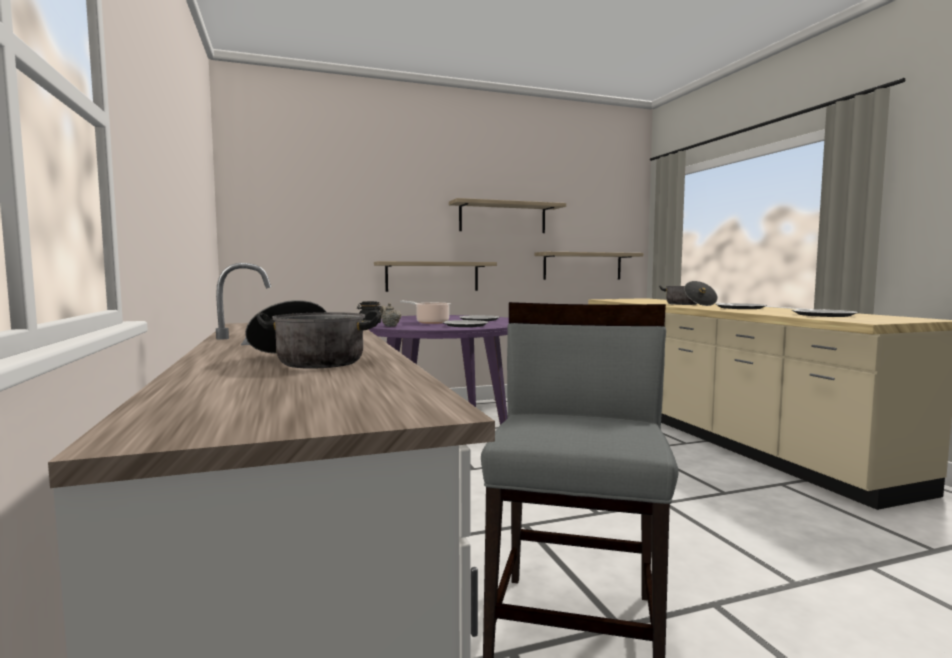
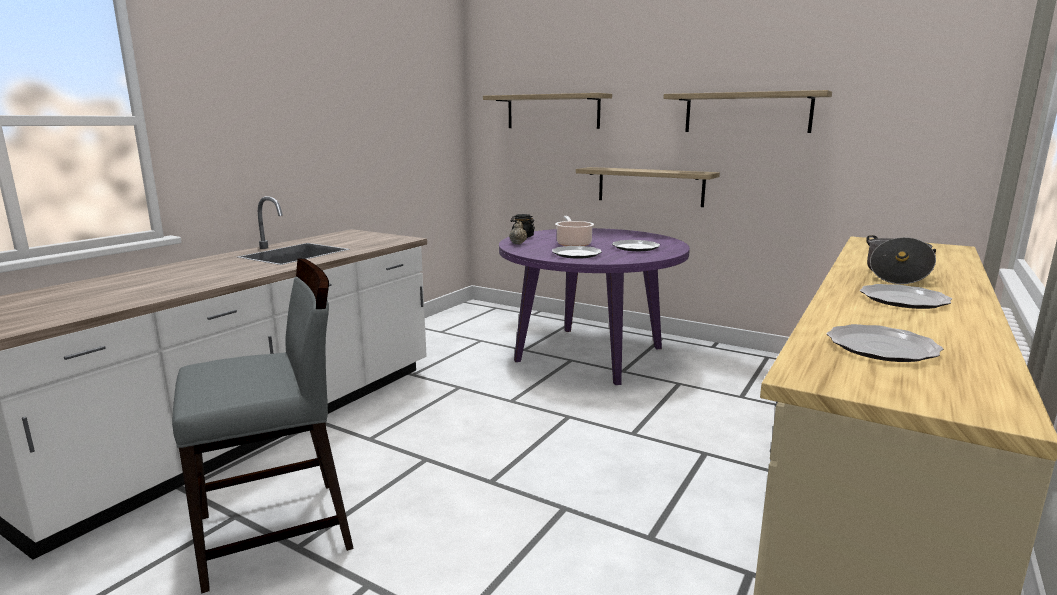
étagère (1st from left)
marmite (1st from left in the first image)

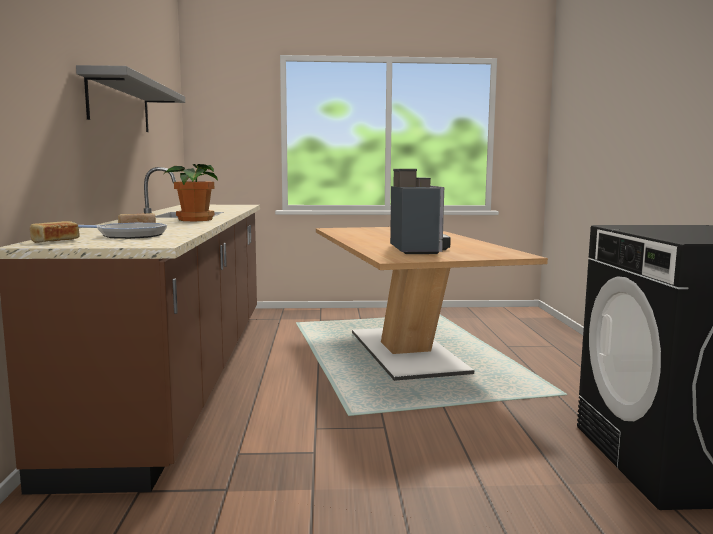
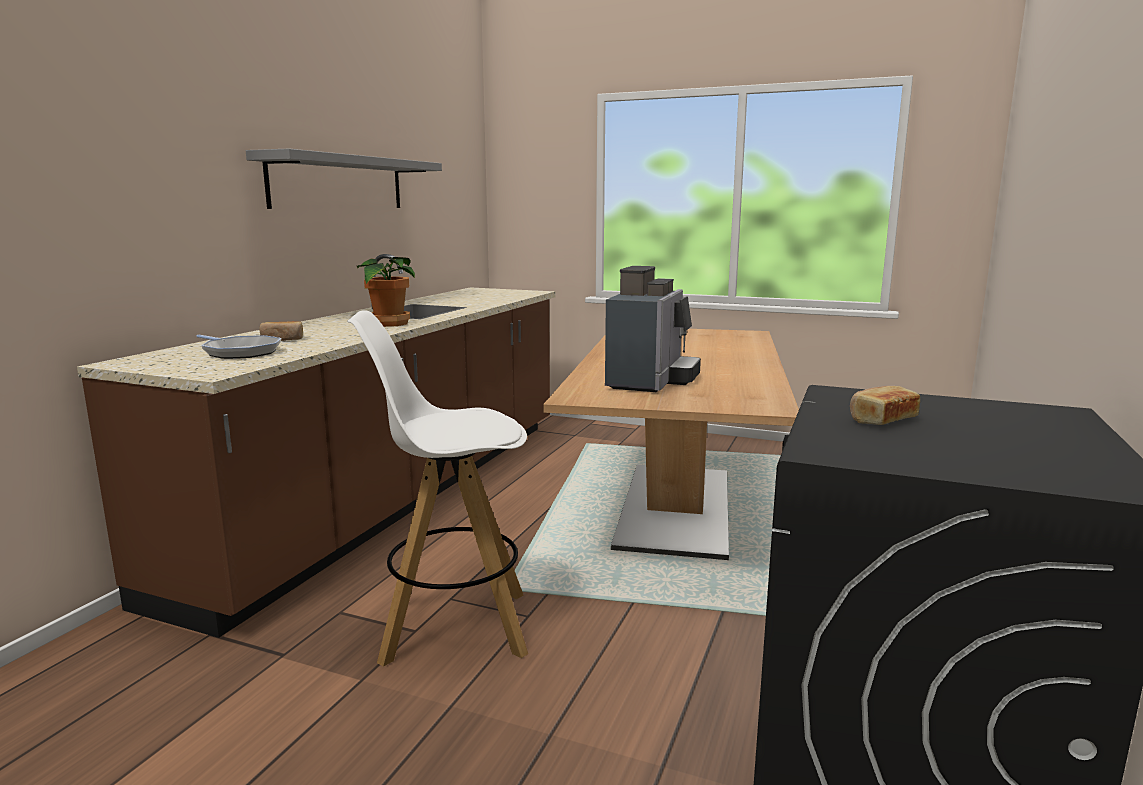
tabouret (blanc)
pain (2nd from left)

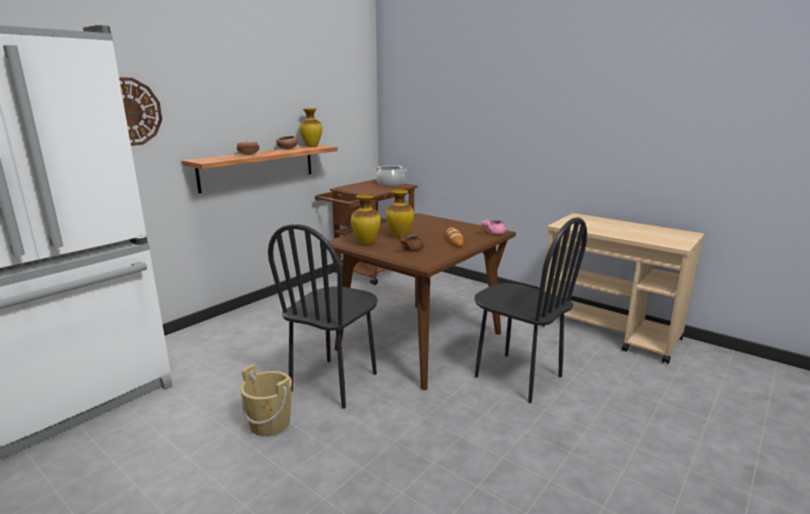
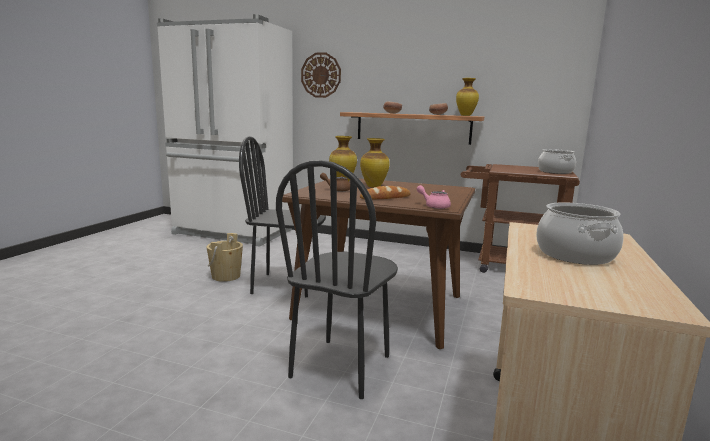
marmite (2nd from left)

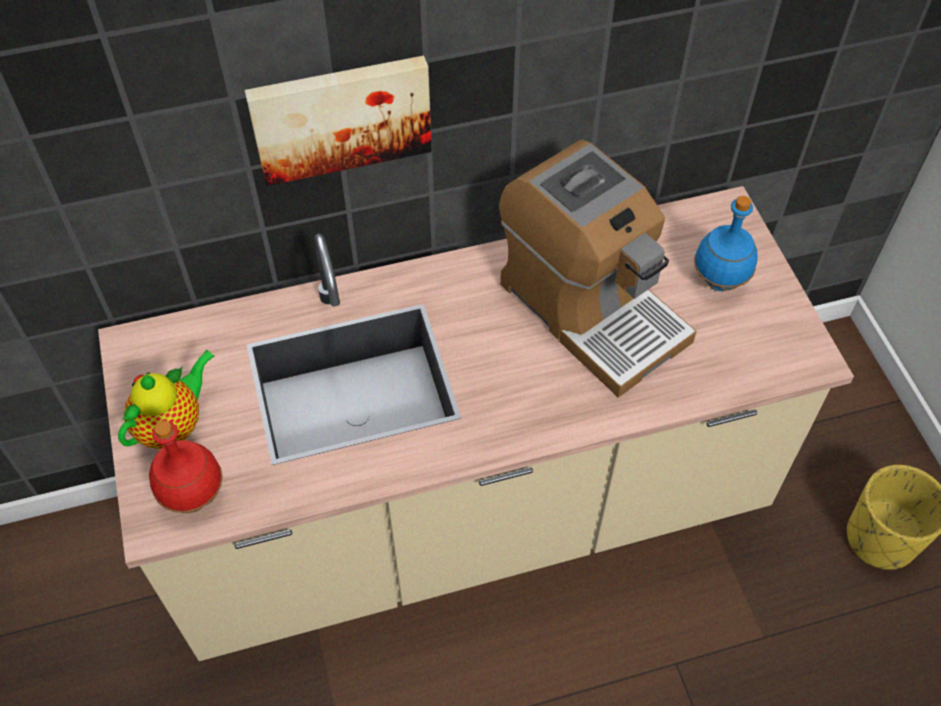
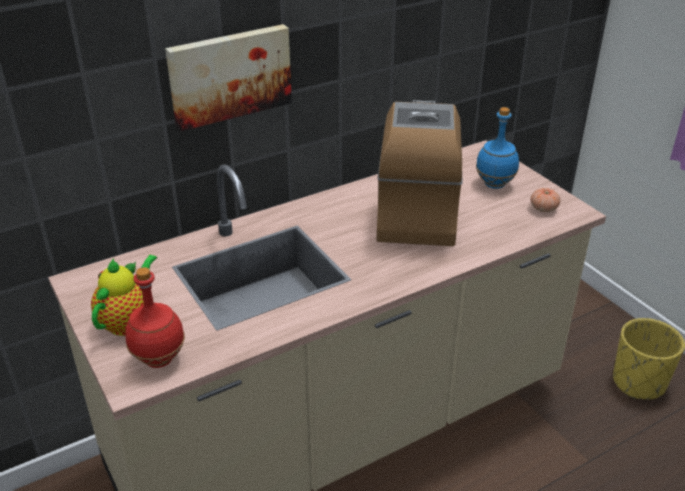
machine à café
tomate

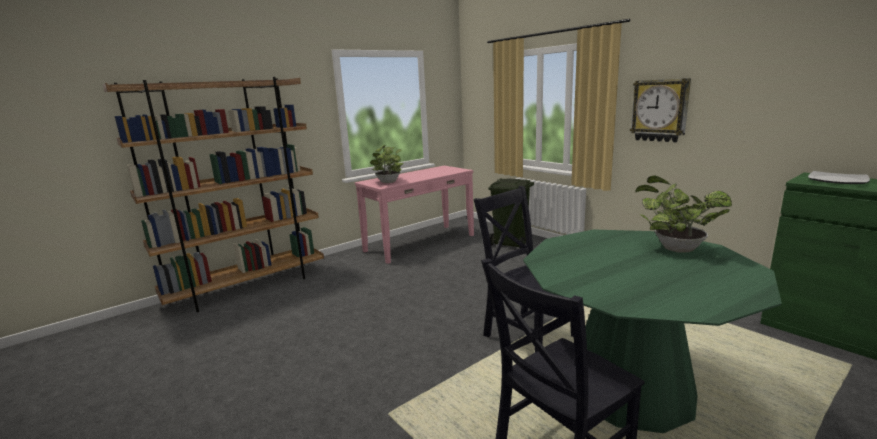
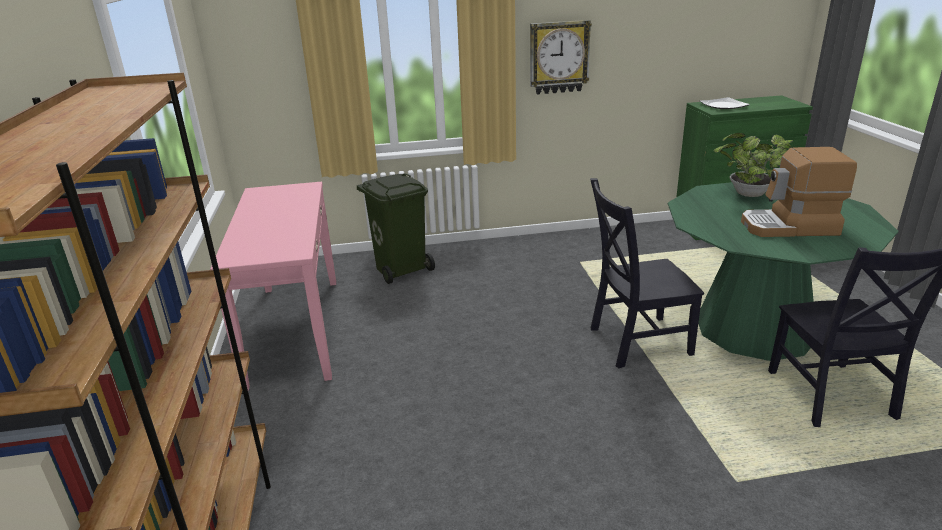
machine à café
plante en pot (1st from left in the first image)

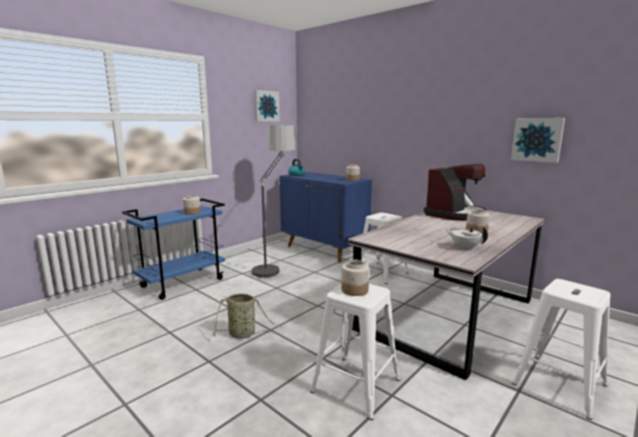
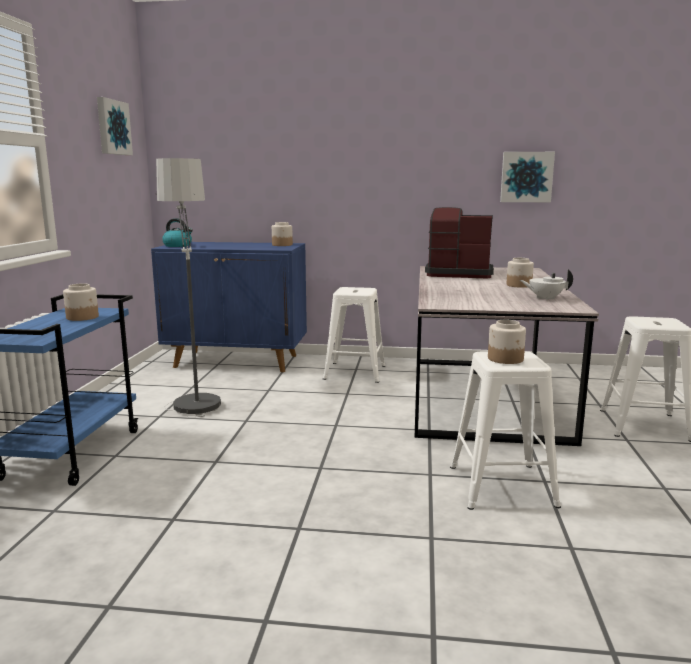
machine à café
panier

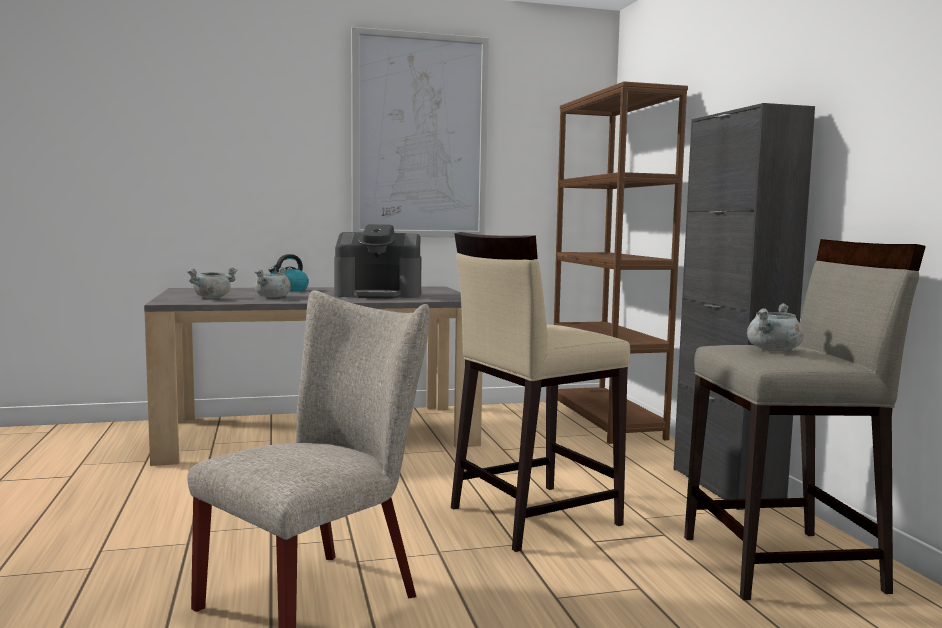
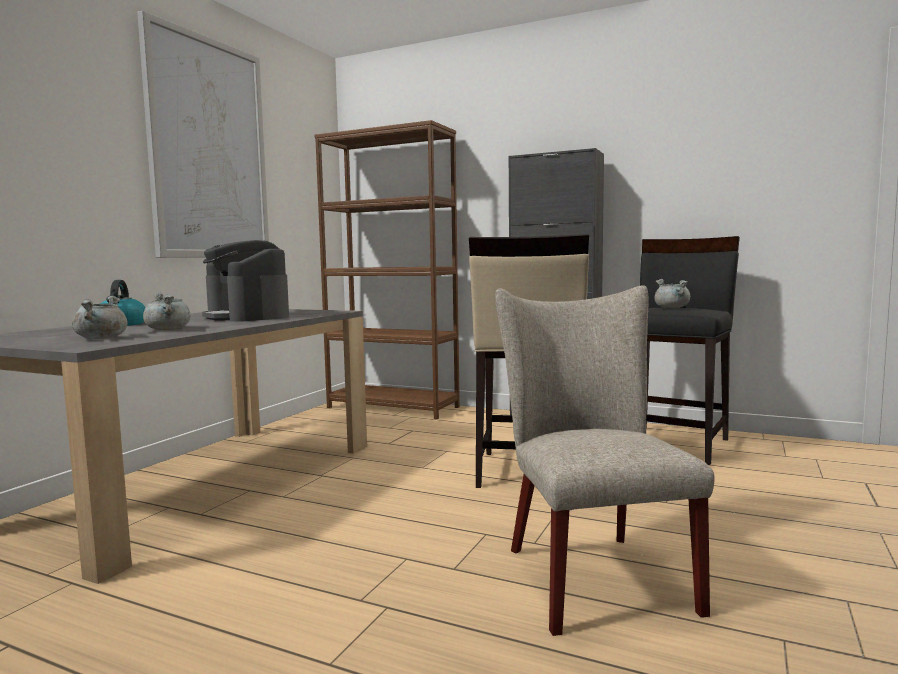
machine à café
tabouret (noir)

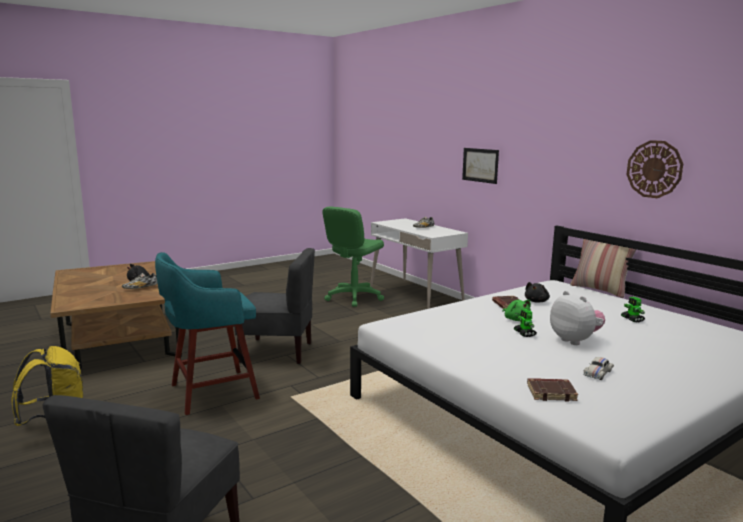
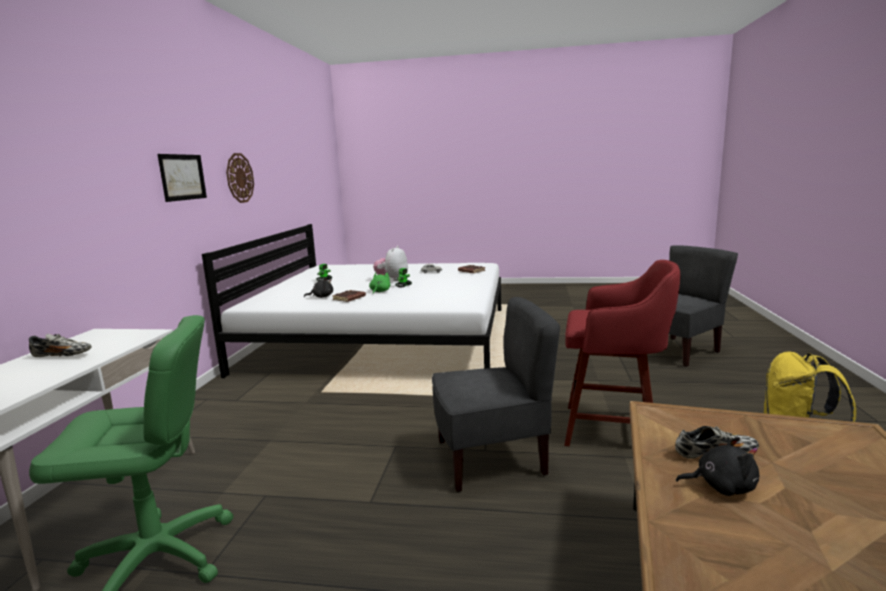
tableau
chaise (gris) (1st from left)
tabouret (rouge)
coussin

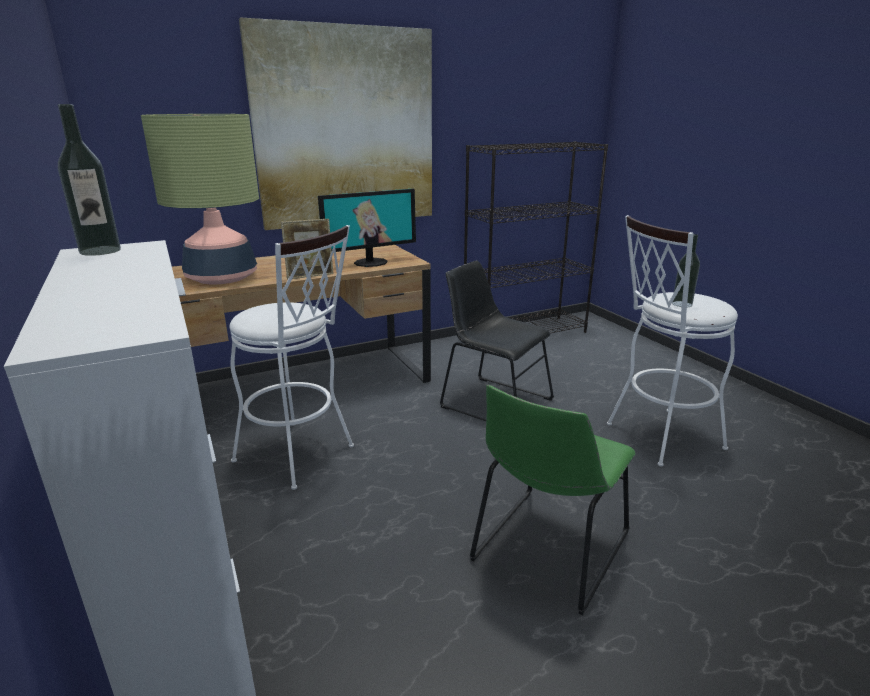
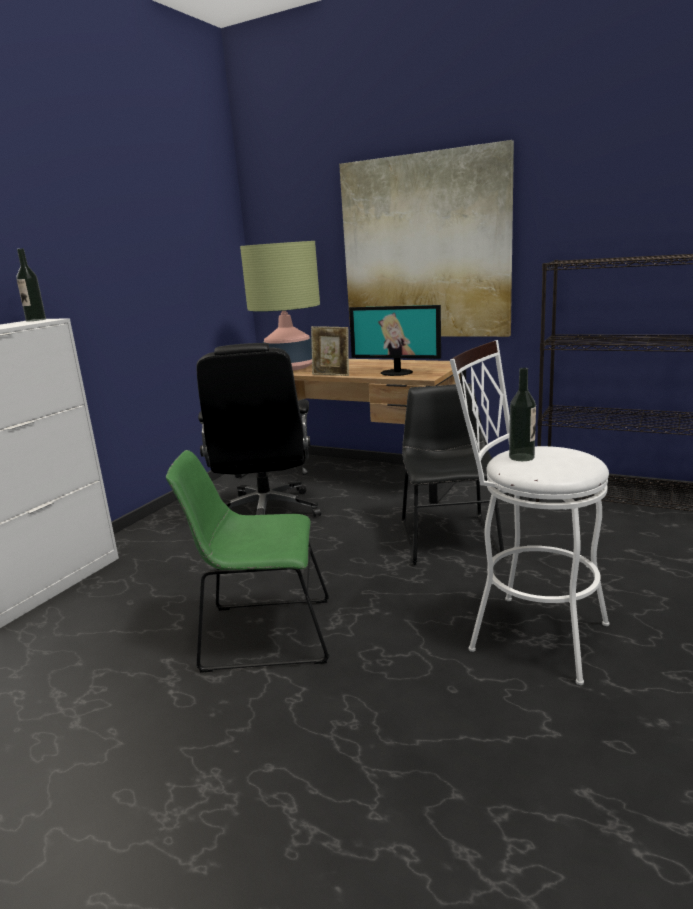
chaise de bureau (noir)

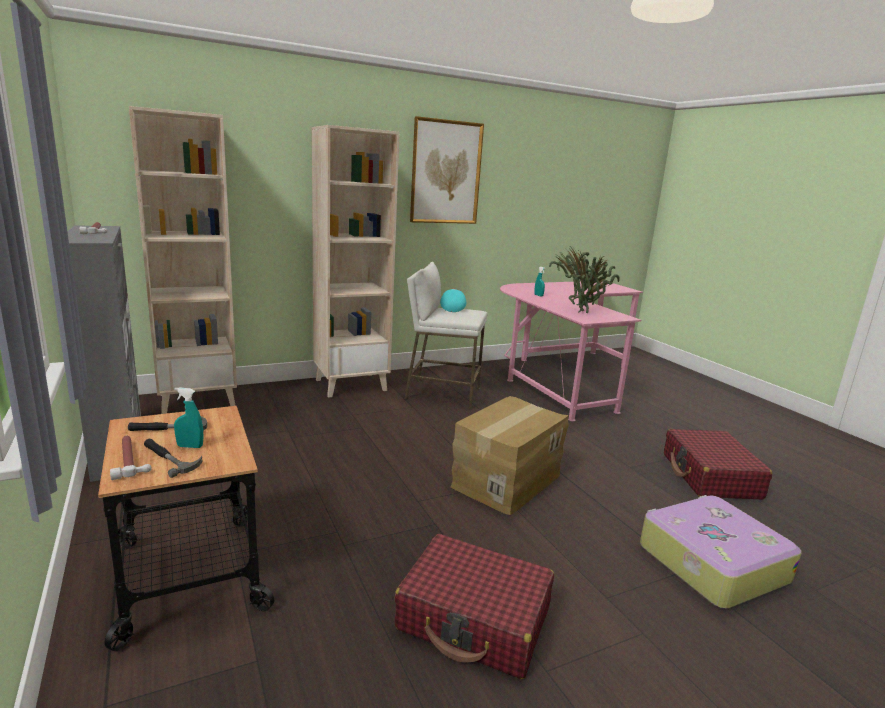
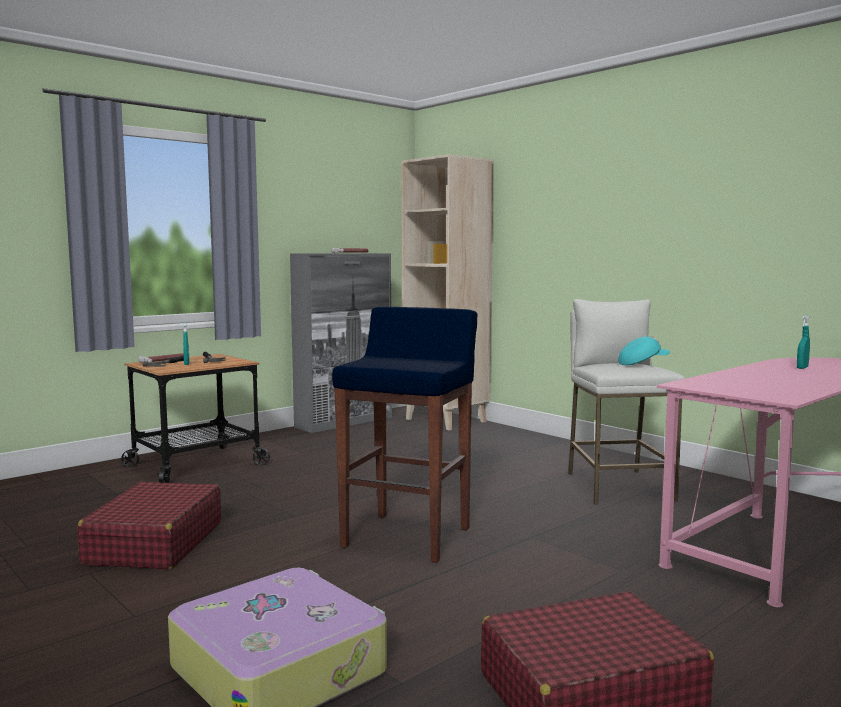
tabouret (bleu)
bibliothèque (beige) (2nd from left in the first image)
tableau
plante en pot

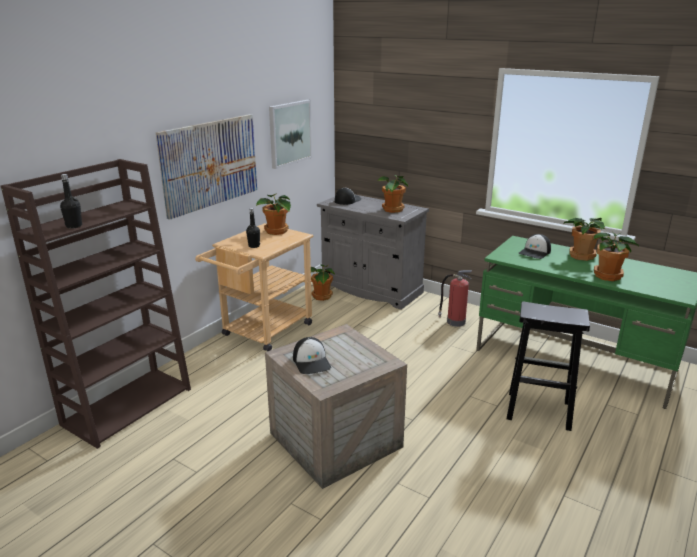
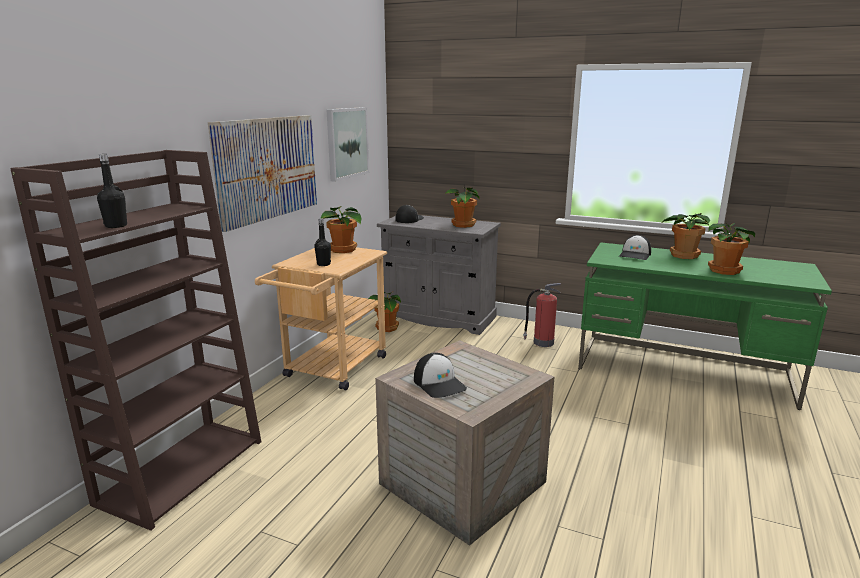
tabouret (noir)

